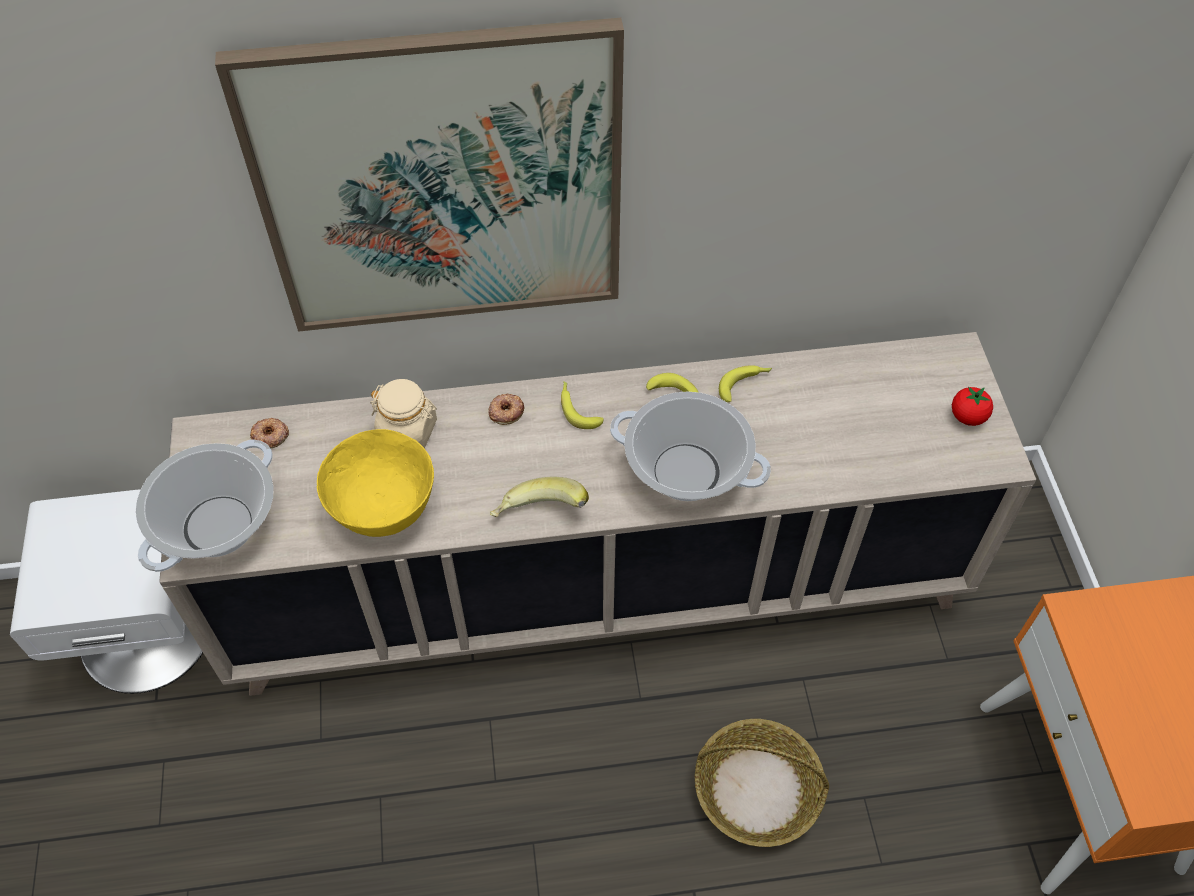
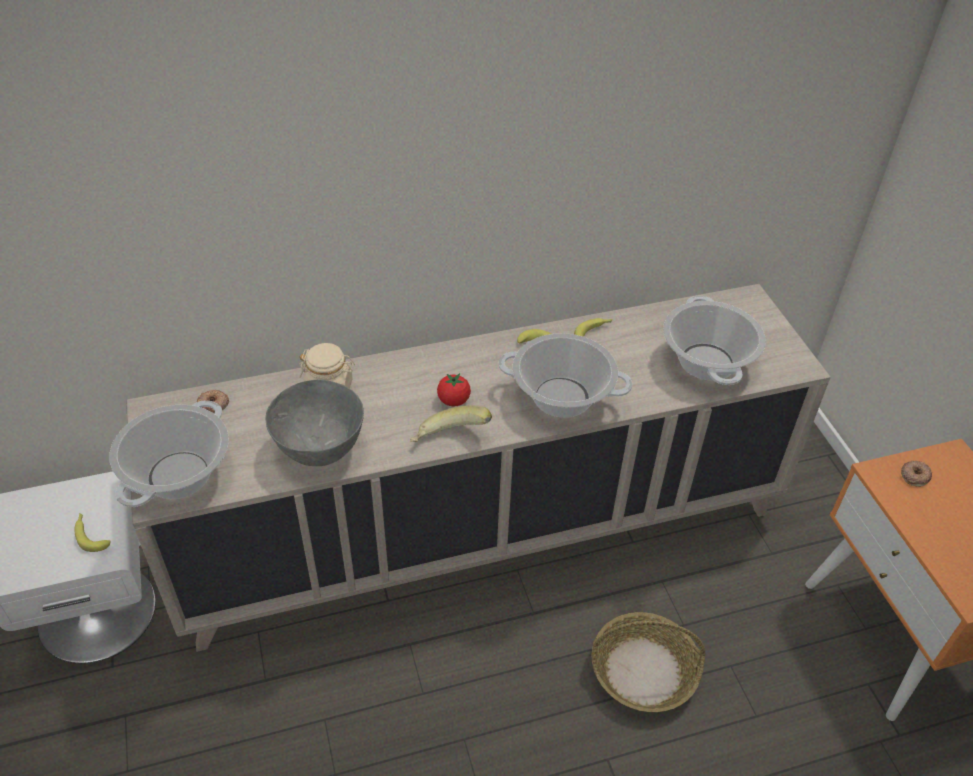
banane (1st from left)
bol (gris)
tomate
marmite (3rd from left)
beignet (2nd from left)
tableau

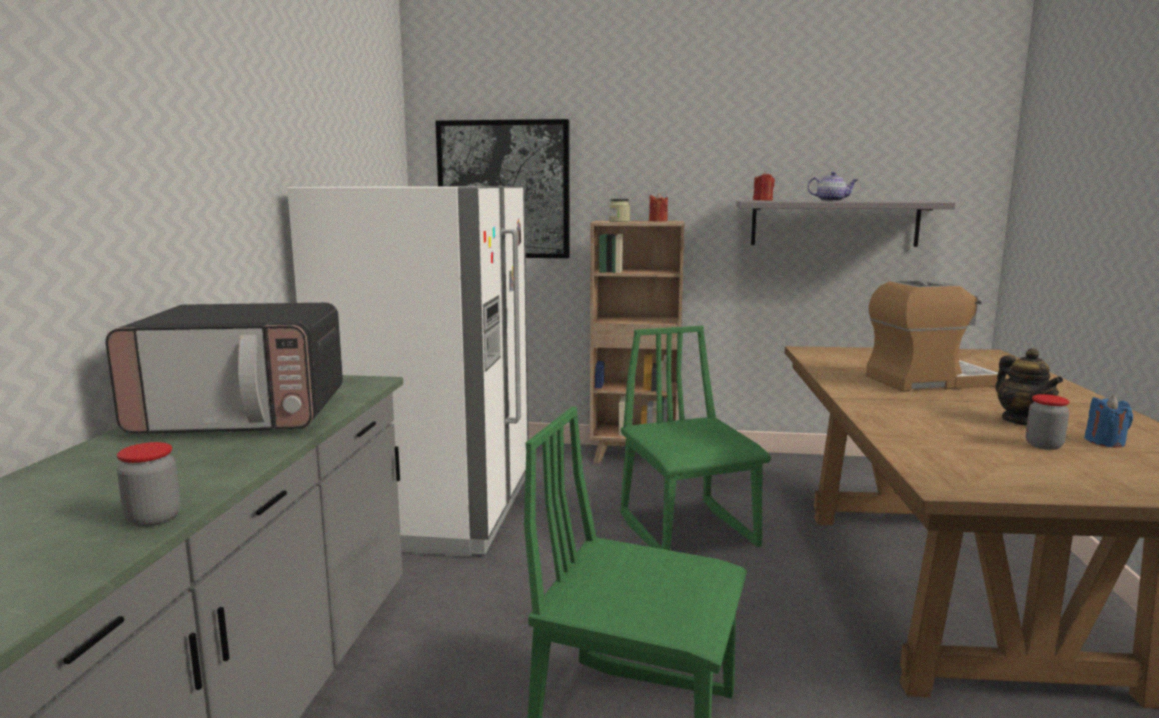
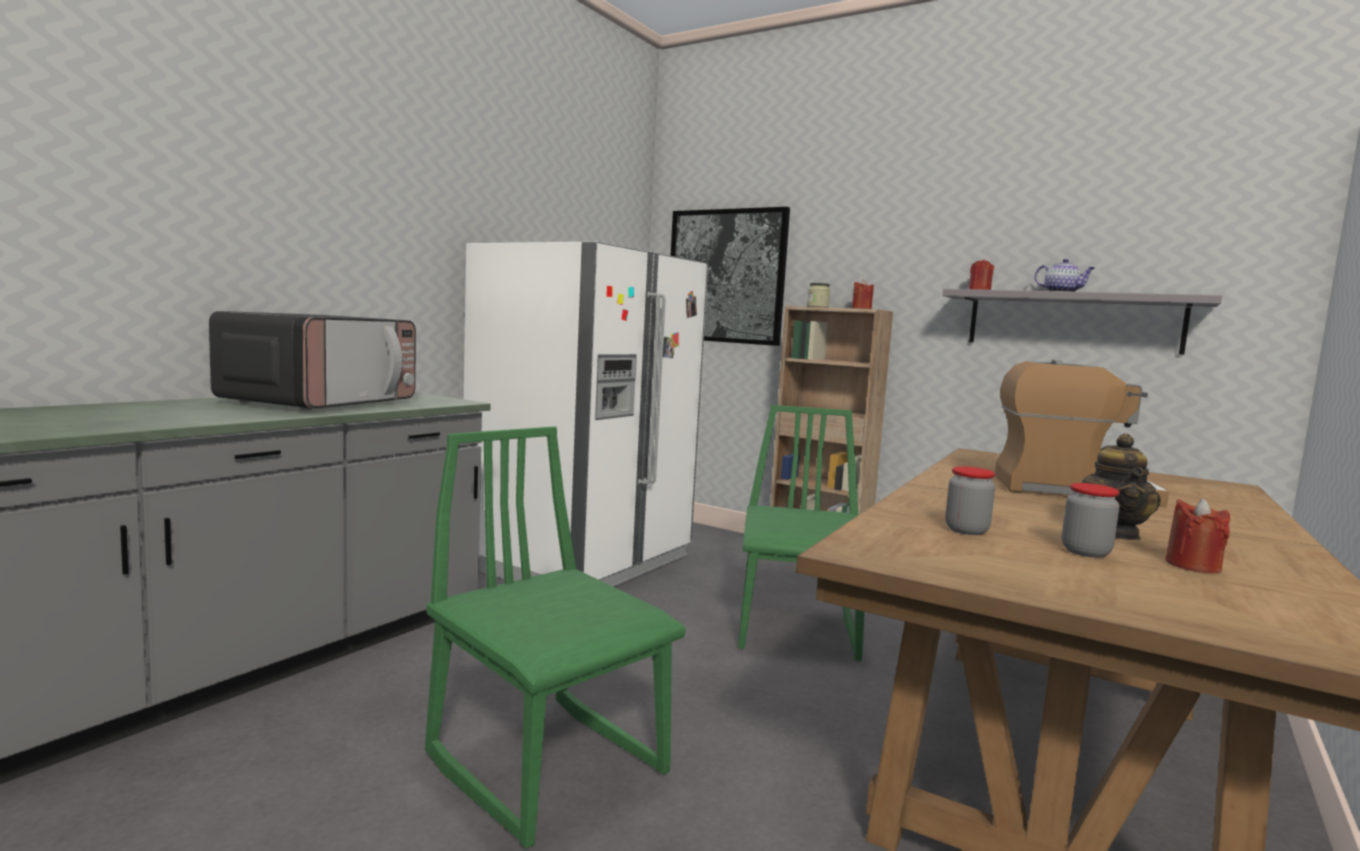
micro-ondes
bocal (2nd from left)
bougie (rouge) (3rd from left)

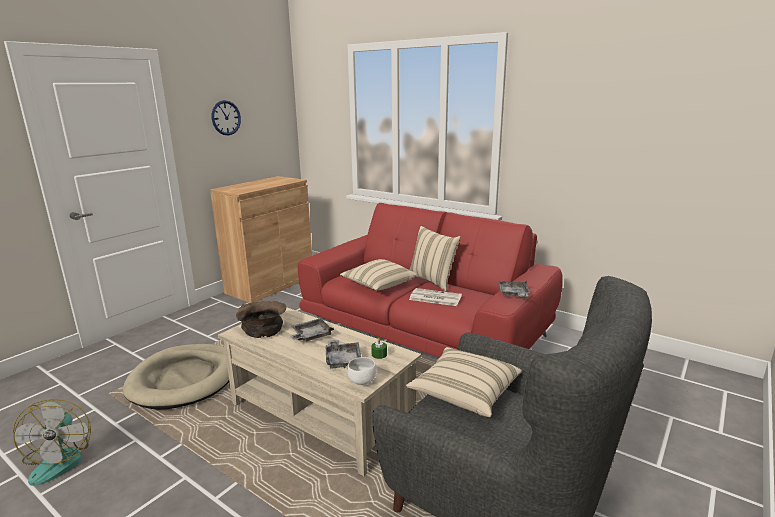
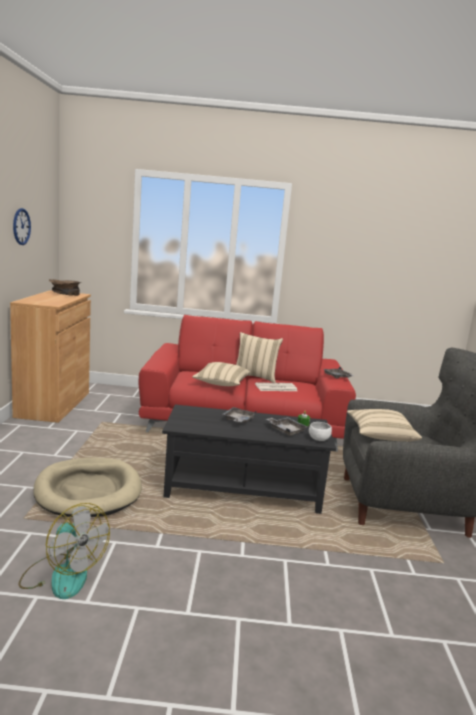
bol (marron)
table basse (noir)

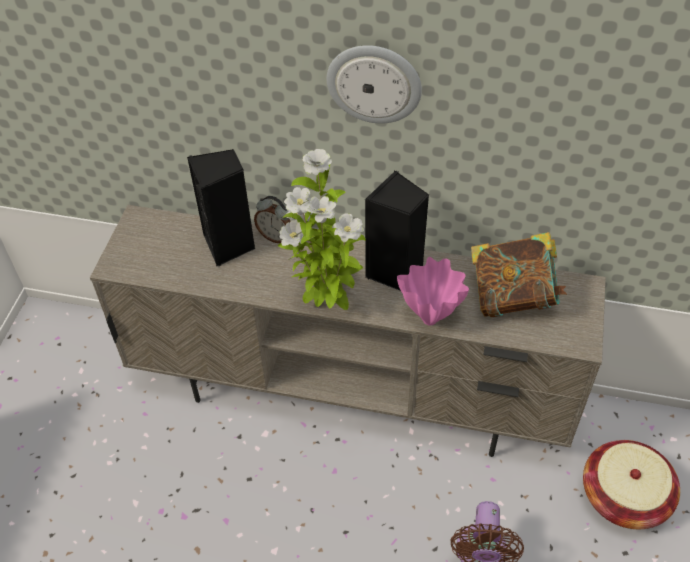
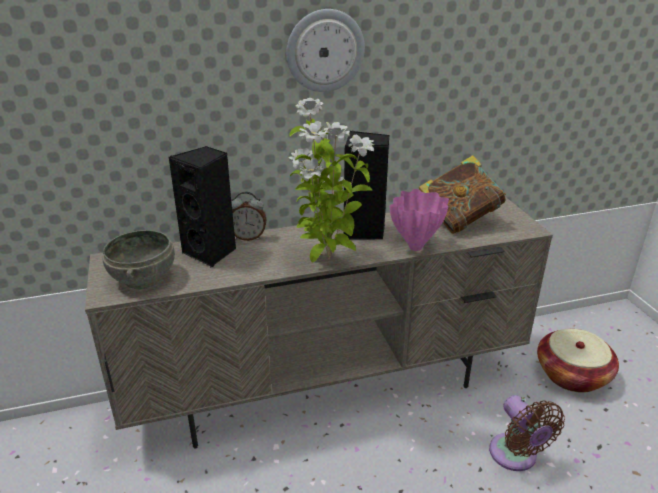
bol (gris)

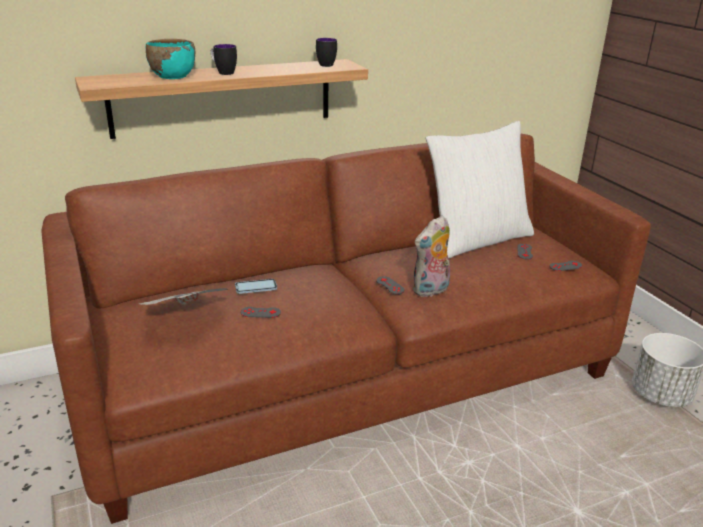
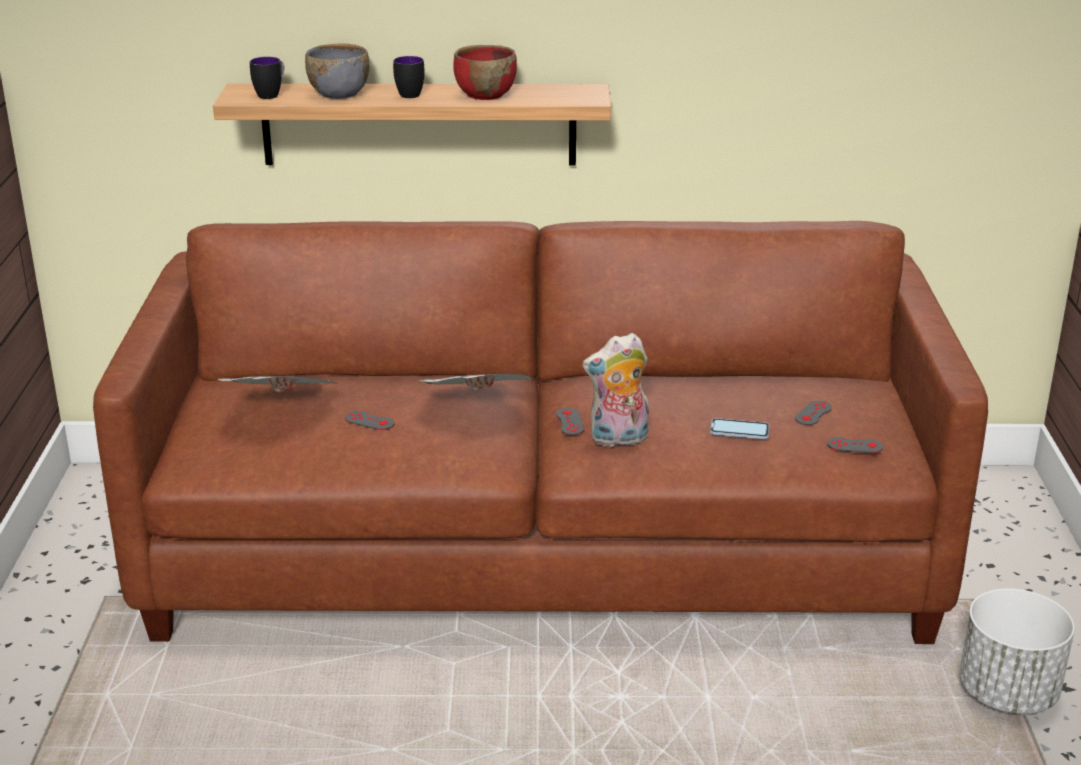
mug (1st from left)
bol (gris)
journal (2nd from left)
bol (rouge)
téléphone
coussin (blanc)

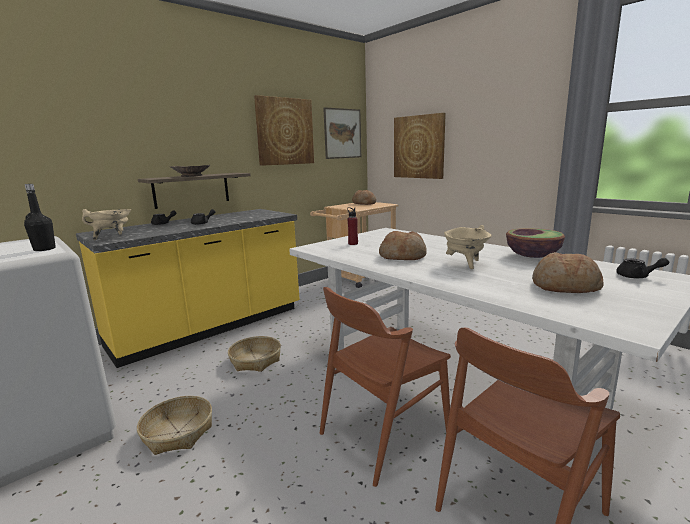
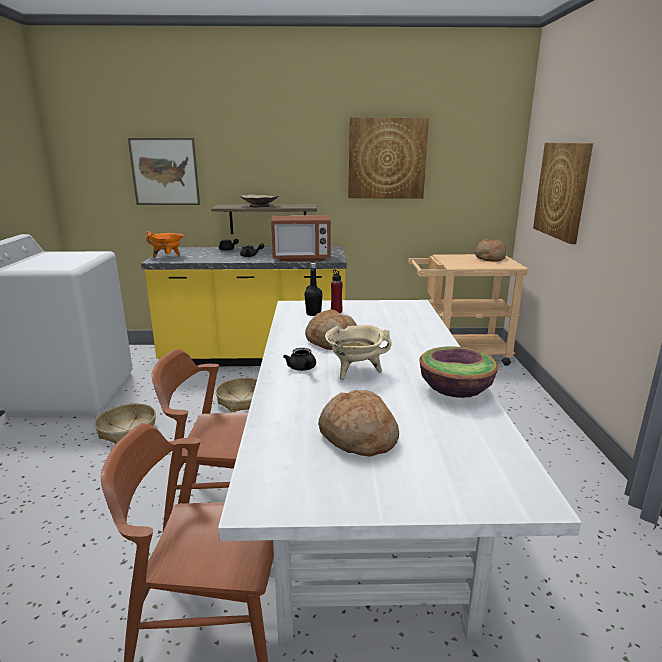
tableau (1st from left)
marmite (orange)
micro-ondes
théière (noir) (3rd from left)
bouteille (noir)

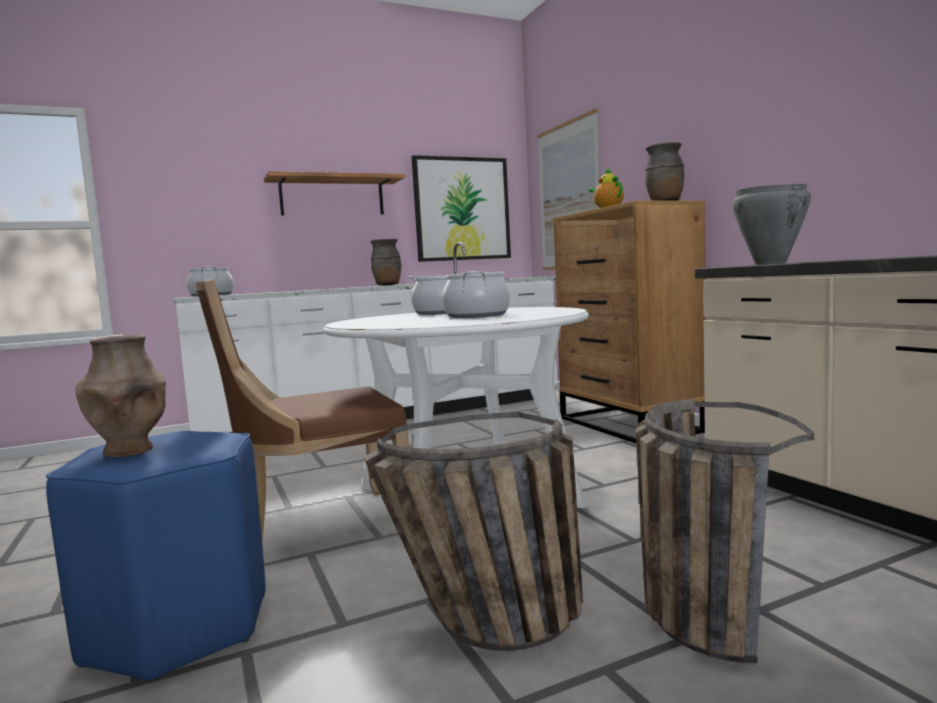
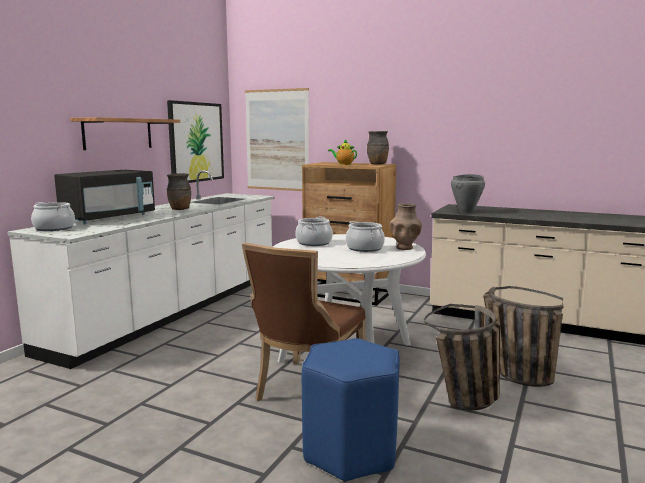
micro-ondes (noir)
vase (marron) (3rd from left)

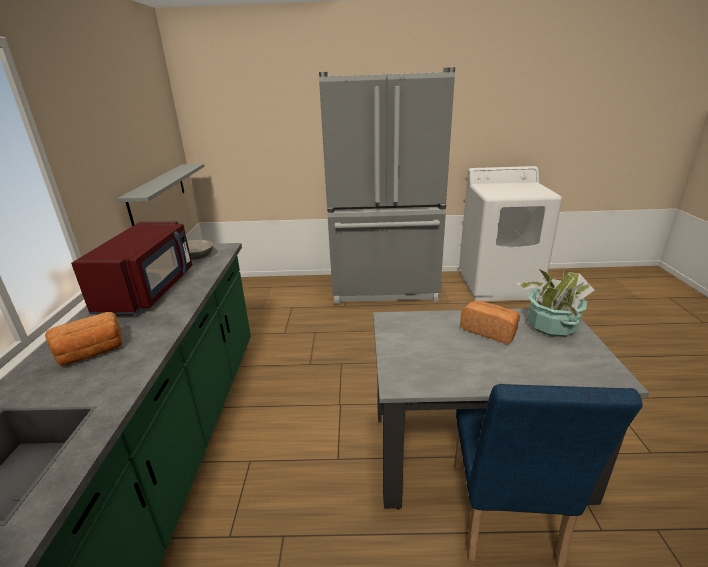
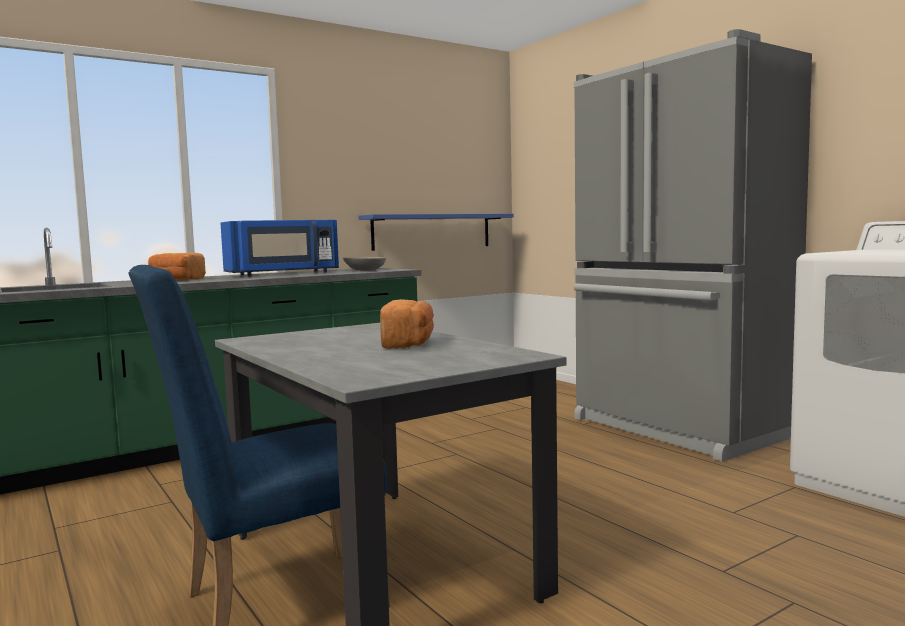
micro-ondes (bleu)
étagère (bleu)
plante en pot

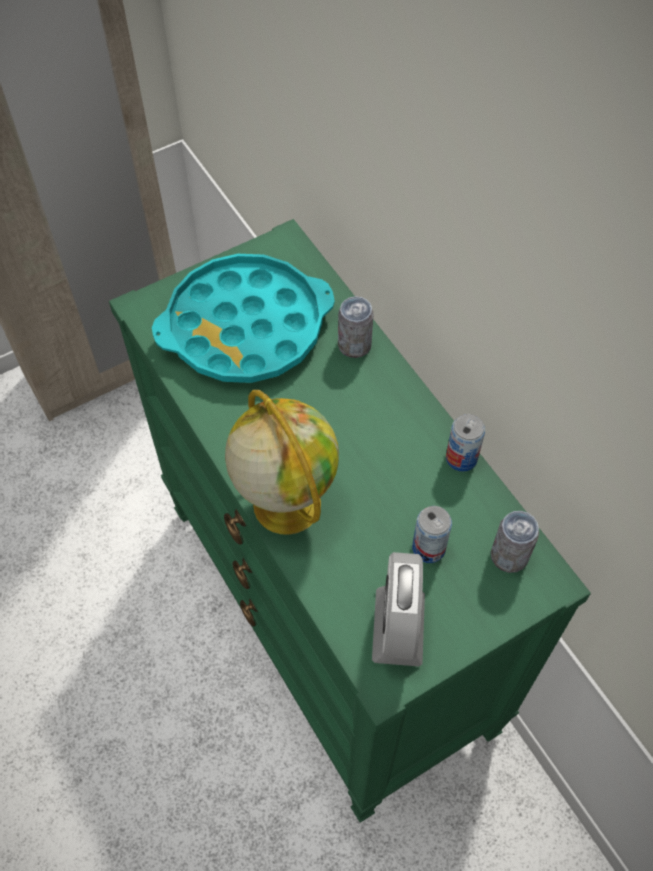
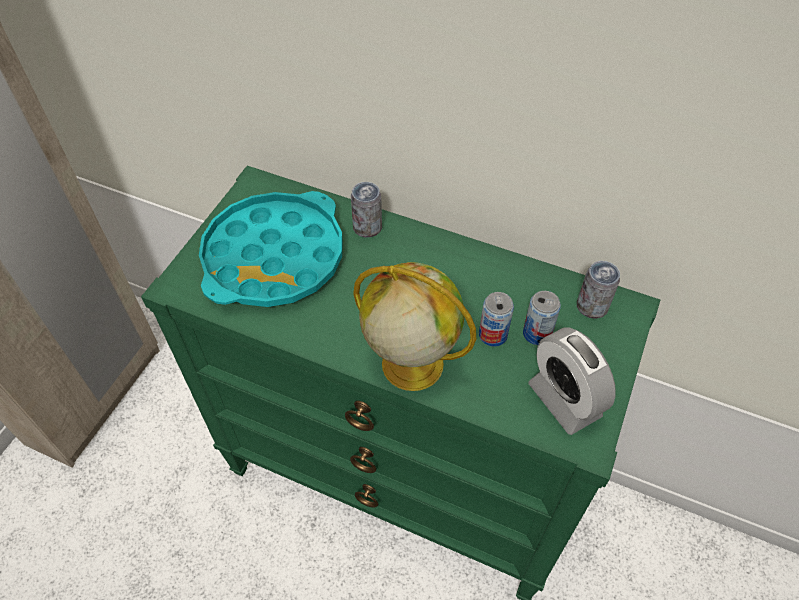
boîte métallique (2nd from left)

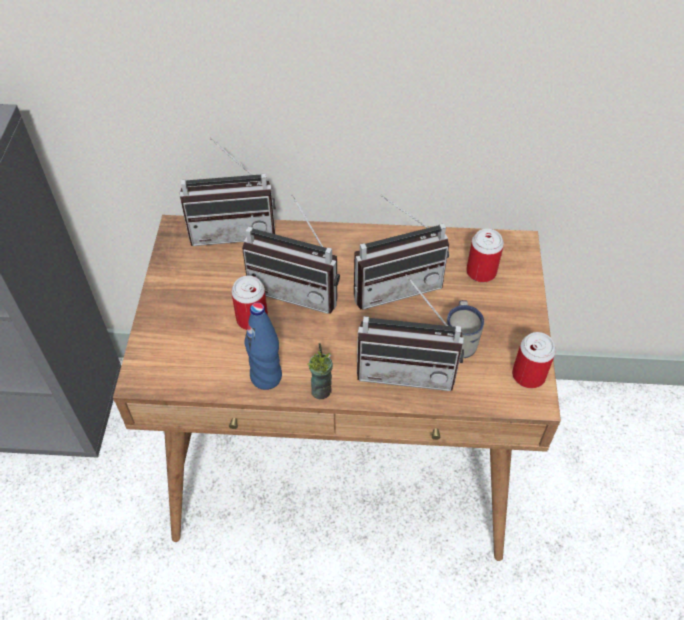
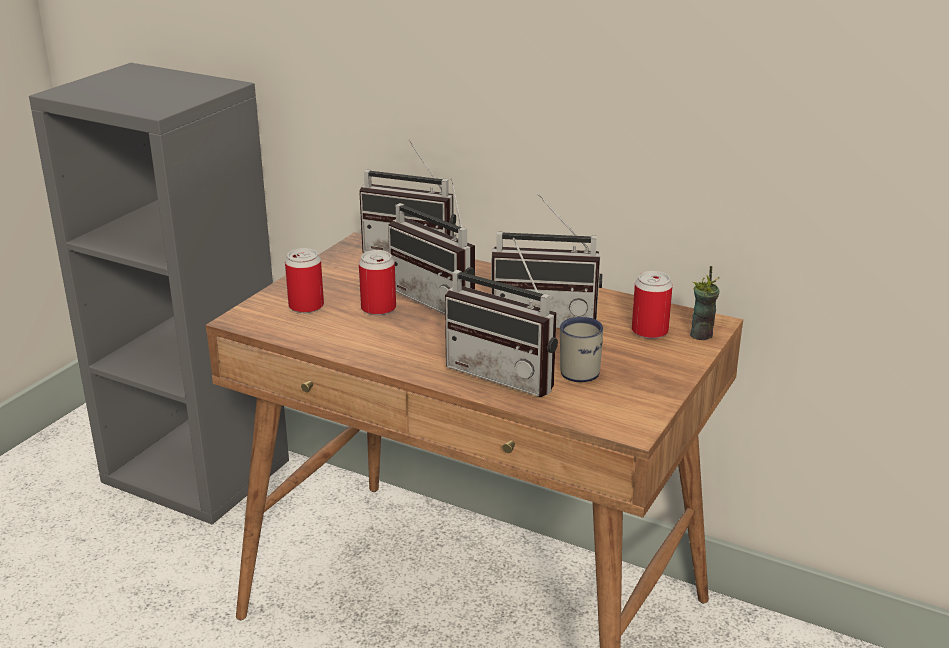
boîte métallique (1st from left)
tasse
bouteille (bleu)

